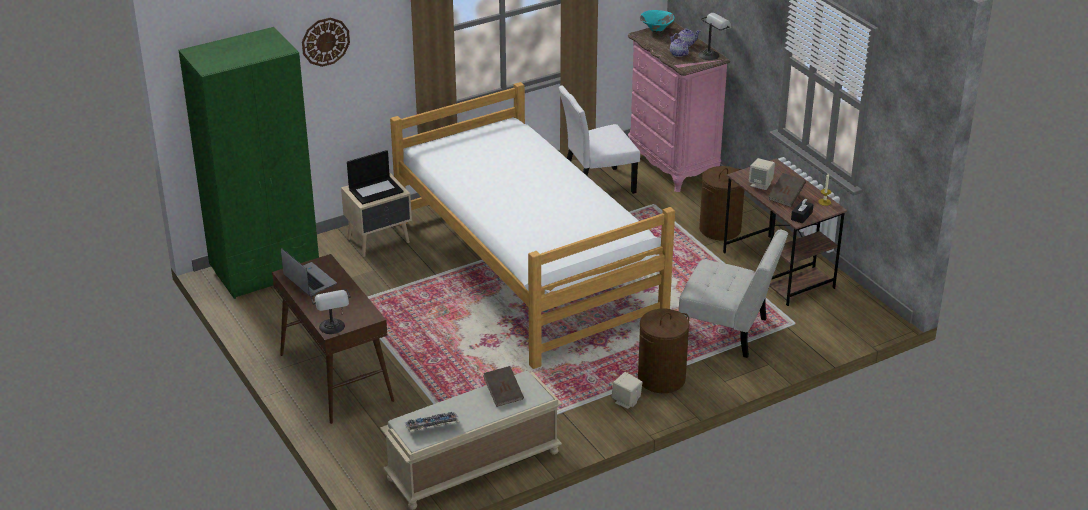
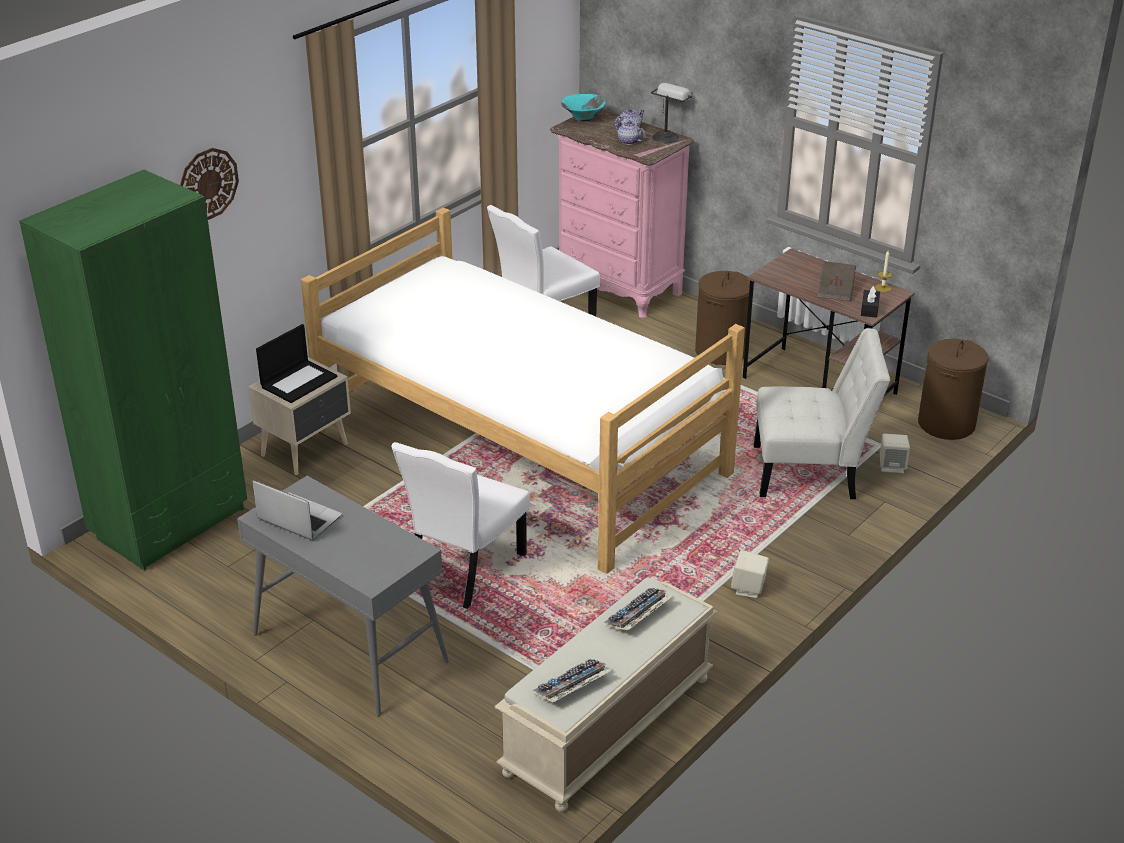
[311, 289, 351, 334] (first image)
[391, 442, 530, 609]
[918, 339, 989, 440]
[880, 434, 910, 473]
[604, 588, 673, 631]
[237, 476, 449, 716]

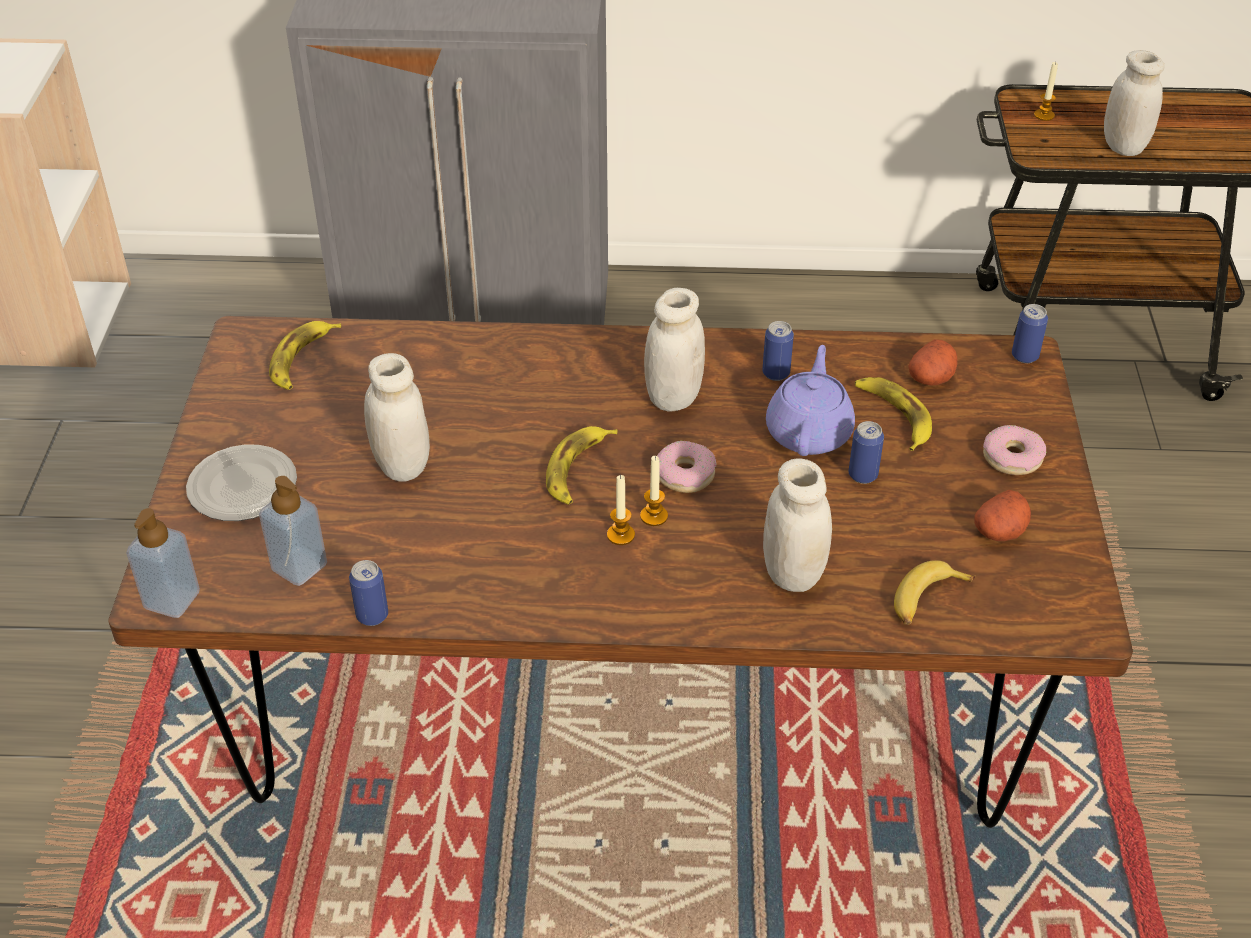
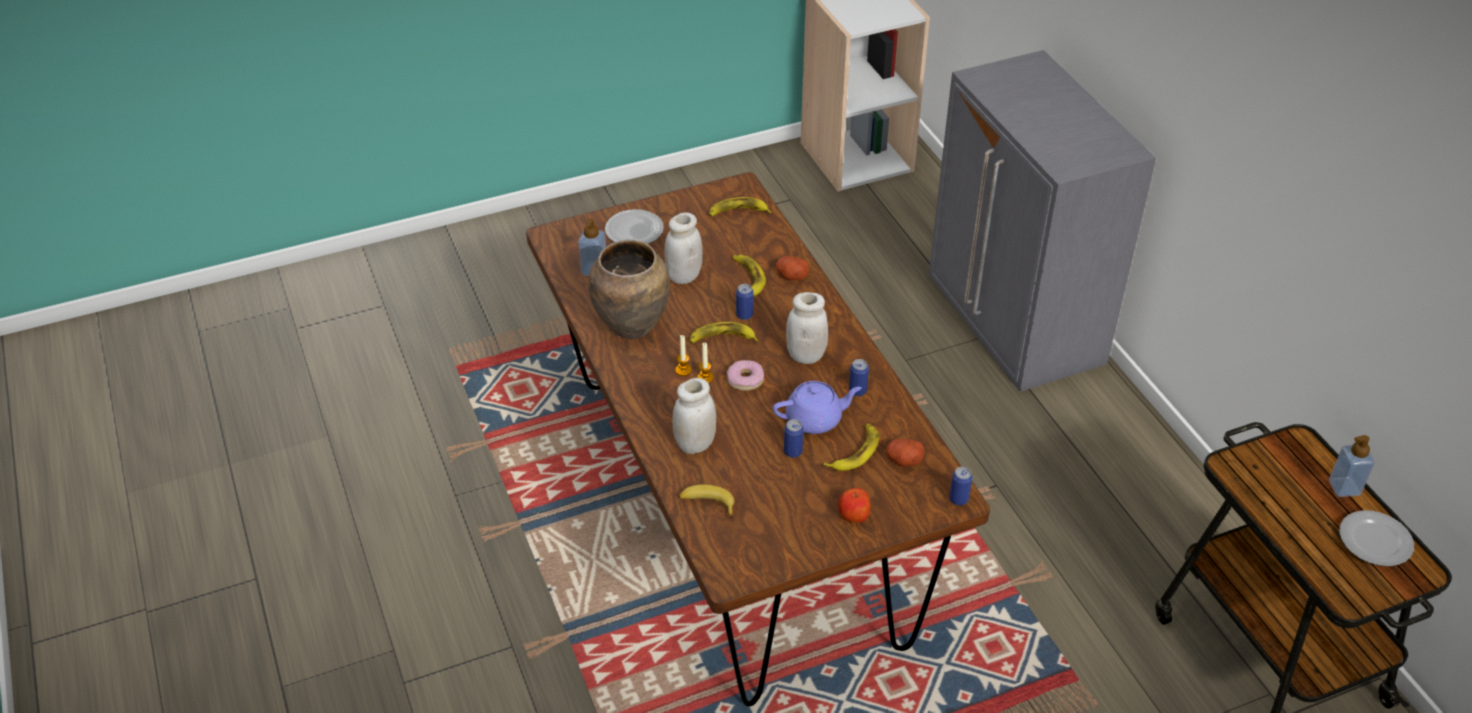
[1034, 61, 1058, 121] (first image)
[1104, 50, 1165, 156] (first image)
[588, 240, 670, 339]
[733, 255, 766, 296]
[1339, 510, 1414, 566]
[1329, 435, 1375, 497]
[736, 284, 754, 320]
[776, 256, 809, 280]
[838, 488, 870, 523]

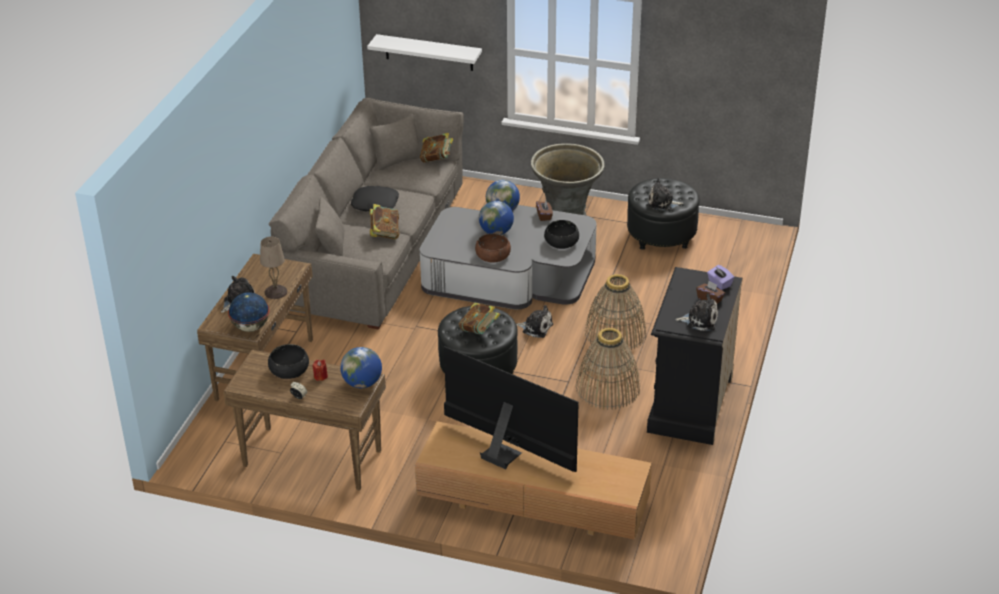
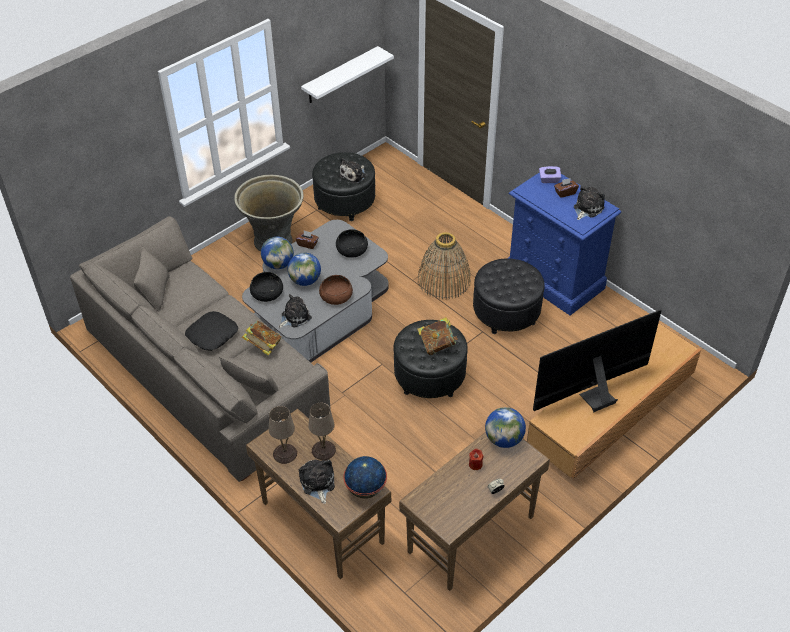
[420, 133, 453, 163] (first image)
[269, 406, 297, 464]
[250, 272, 283, 302]
[301, 46, 394, 103]
[278, 294, 312, 328]
[473, 258, 545, 334]
[508, 172, 621, 316]

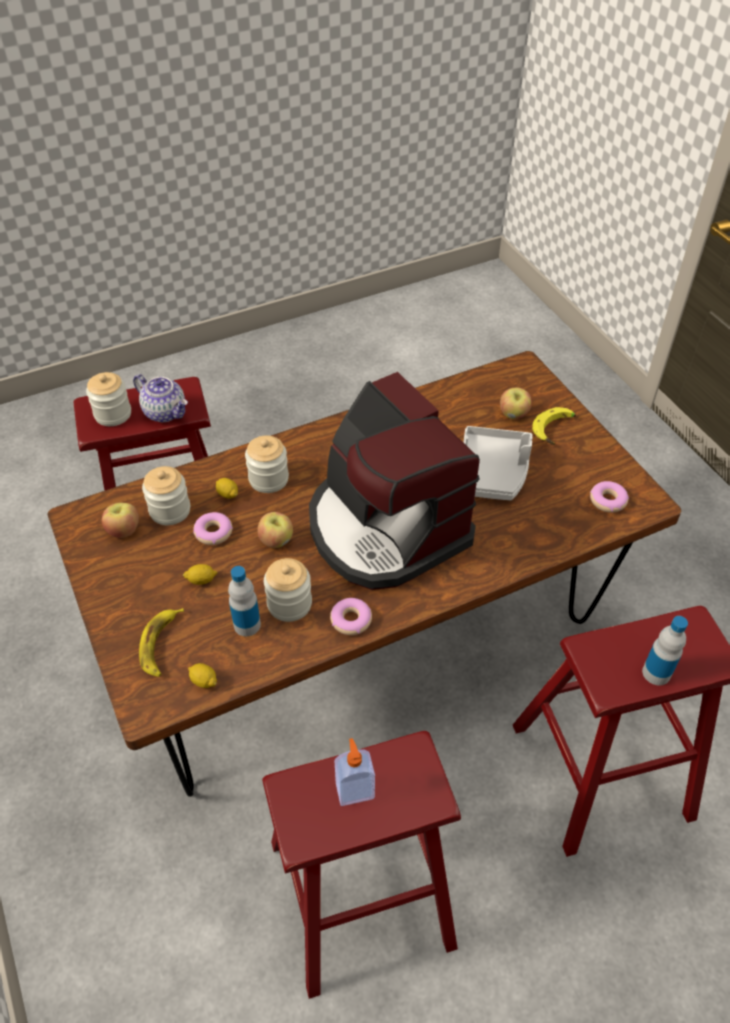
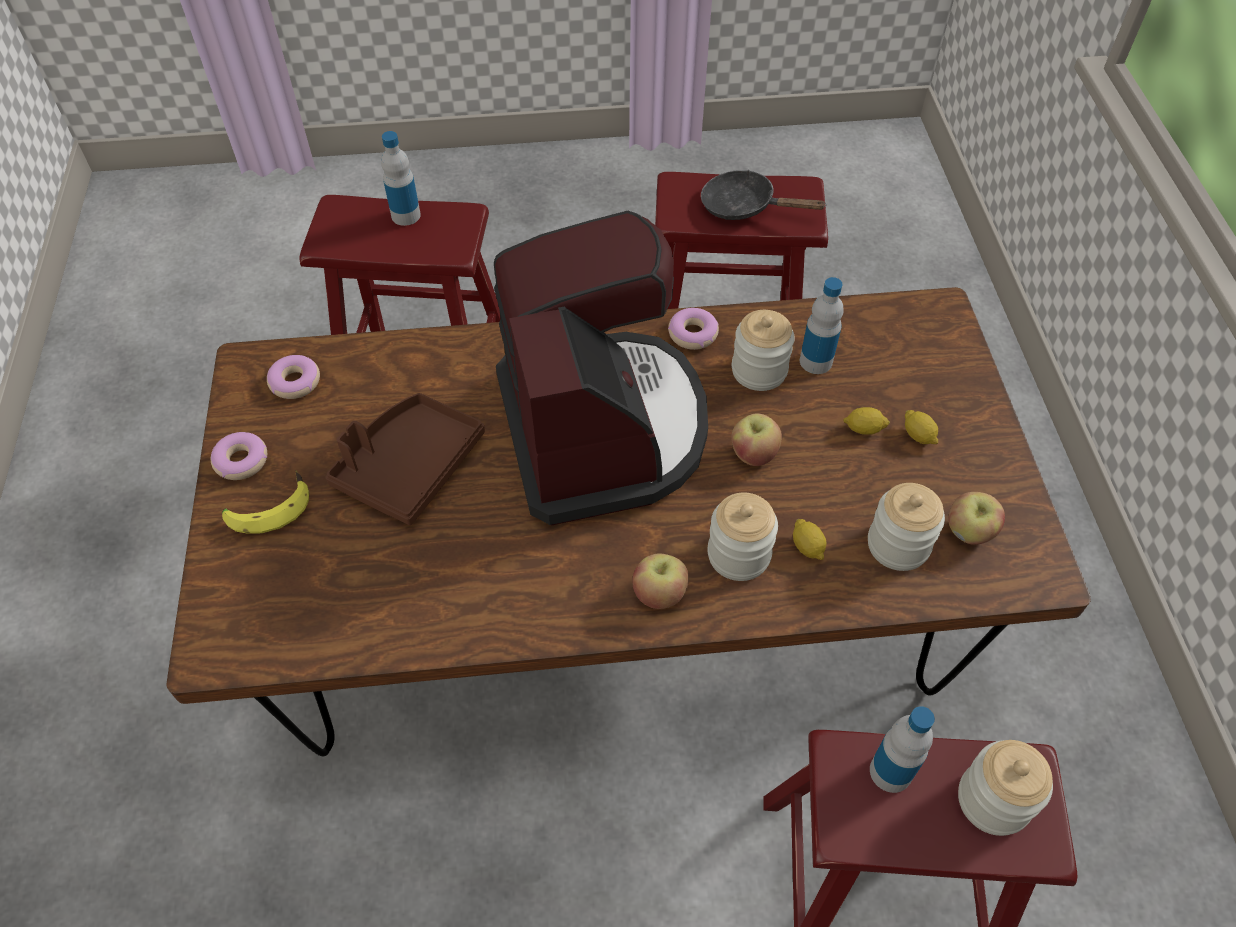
[139, 608, 184, 677] (first image)
[905, 410, 938, 444]
[211, 432, 267, 480]
[632, 553, 689, 609]
[870, 706, 935, 793]
[701, 170, 827, 220]
[325, 393, 485, 525]

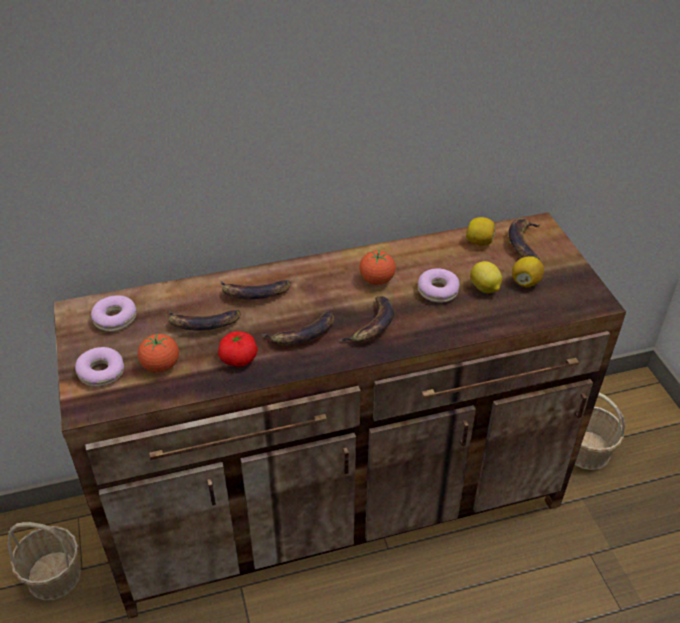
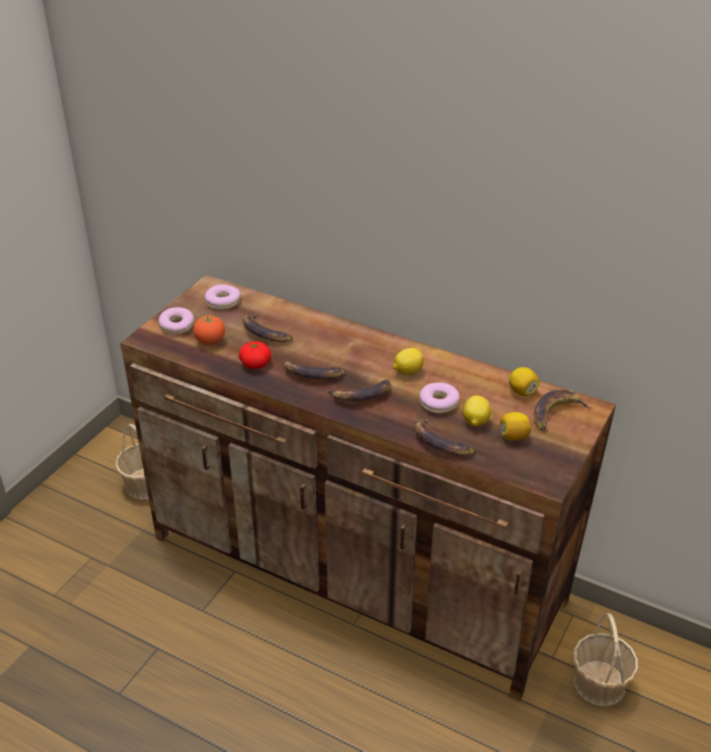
[415, 419, 476, 456]
[393, 348, 424, 375]

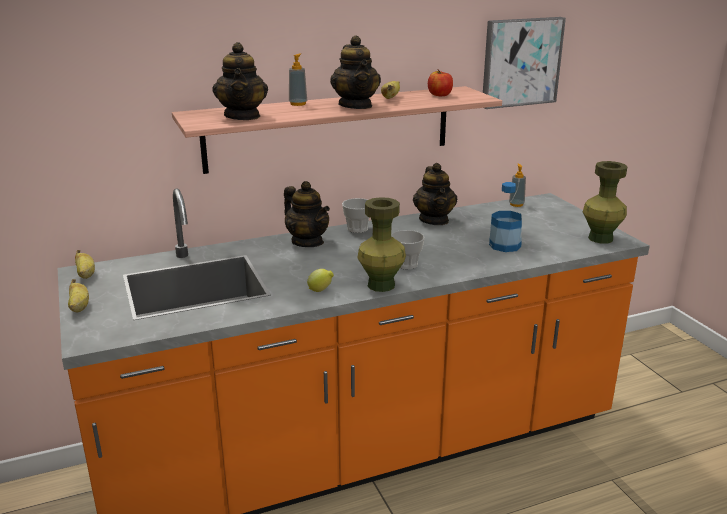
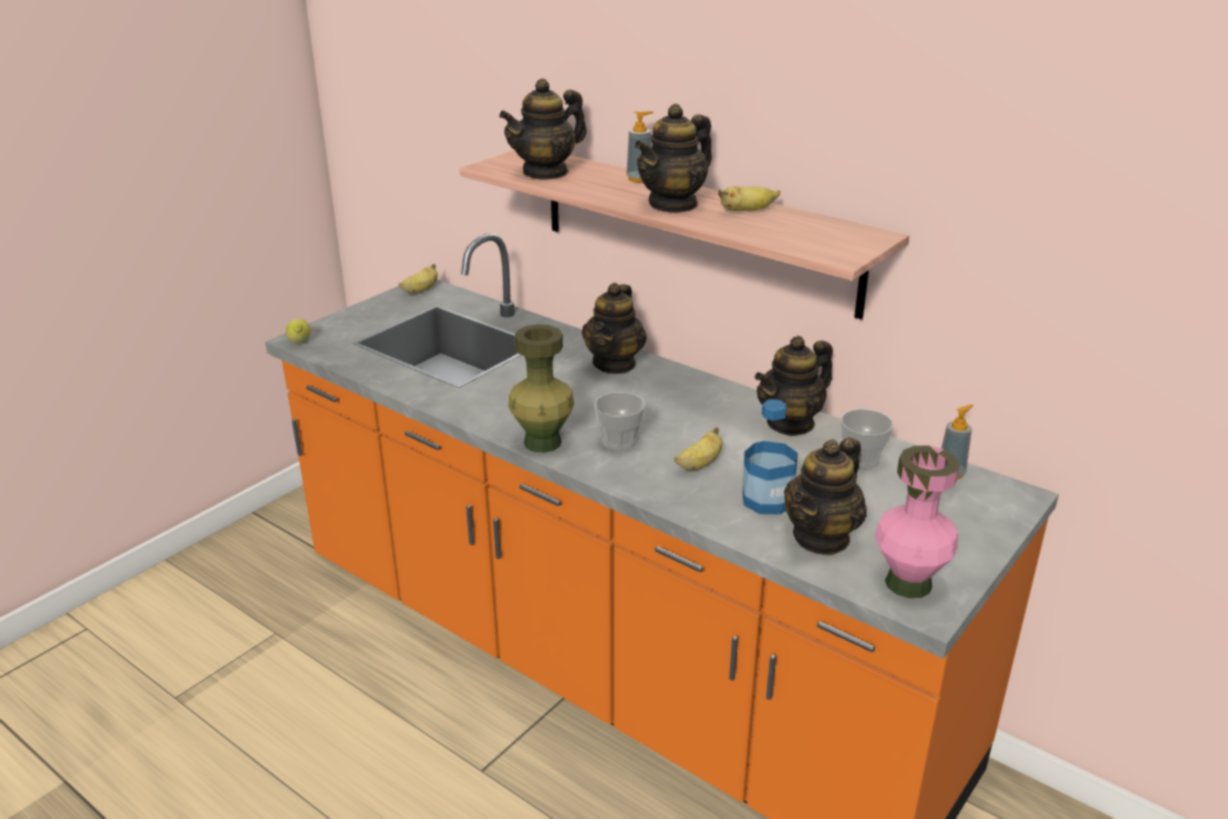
[428, 69, 453, 96] (first image)
[483, 17, 566, 109] (first image)
[784, 437, 867, 556]
[674, 427, 722, 470]
[286, 319, 311, 343]
[841, 409, 893, 470]
[875, 445, 960, 598]

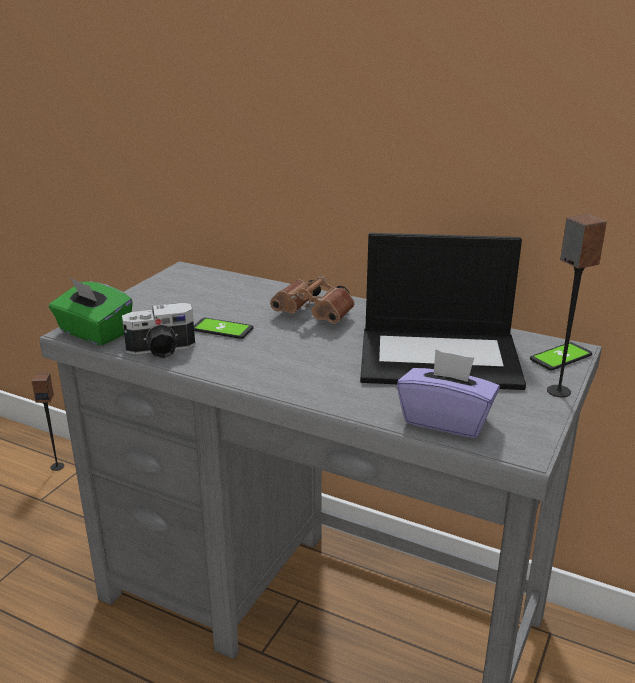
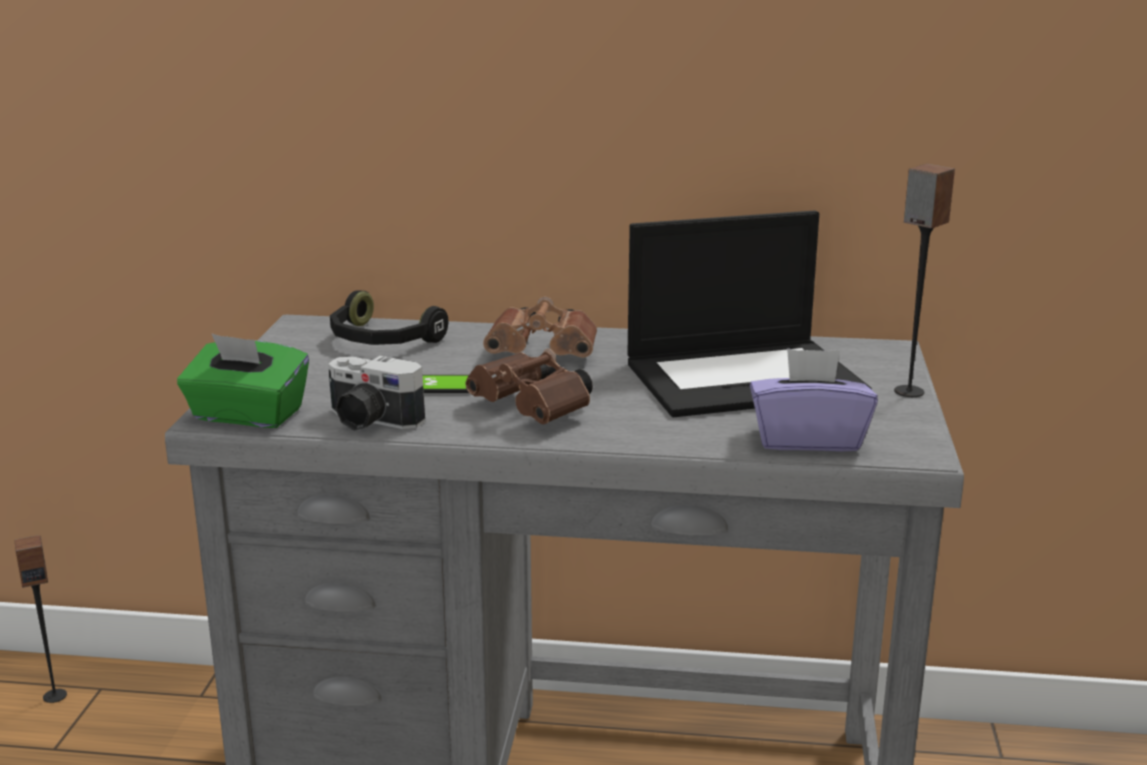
[530, 342, 592, 371] (first image)
[330, 290, 448, 345]
[465, 349, 593, 424]
[328, 356, 425, 431]

